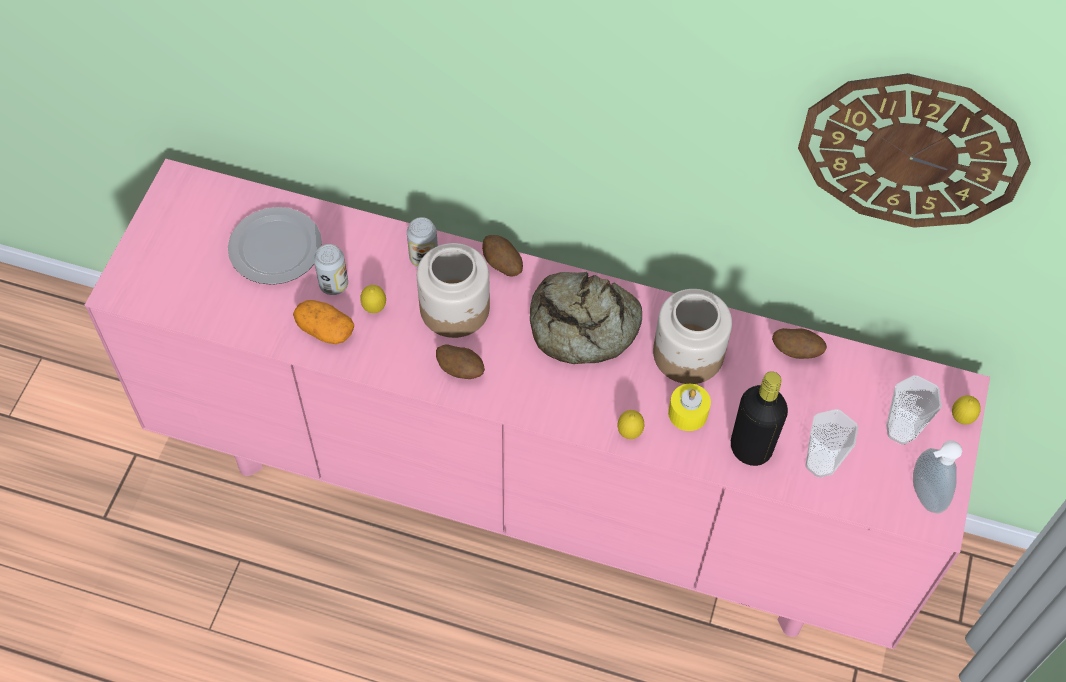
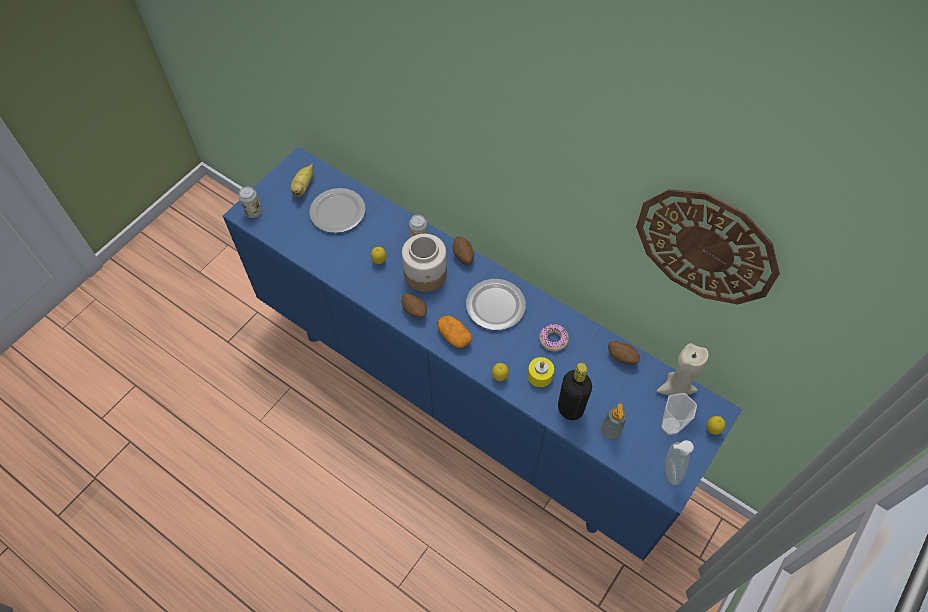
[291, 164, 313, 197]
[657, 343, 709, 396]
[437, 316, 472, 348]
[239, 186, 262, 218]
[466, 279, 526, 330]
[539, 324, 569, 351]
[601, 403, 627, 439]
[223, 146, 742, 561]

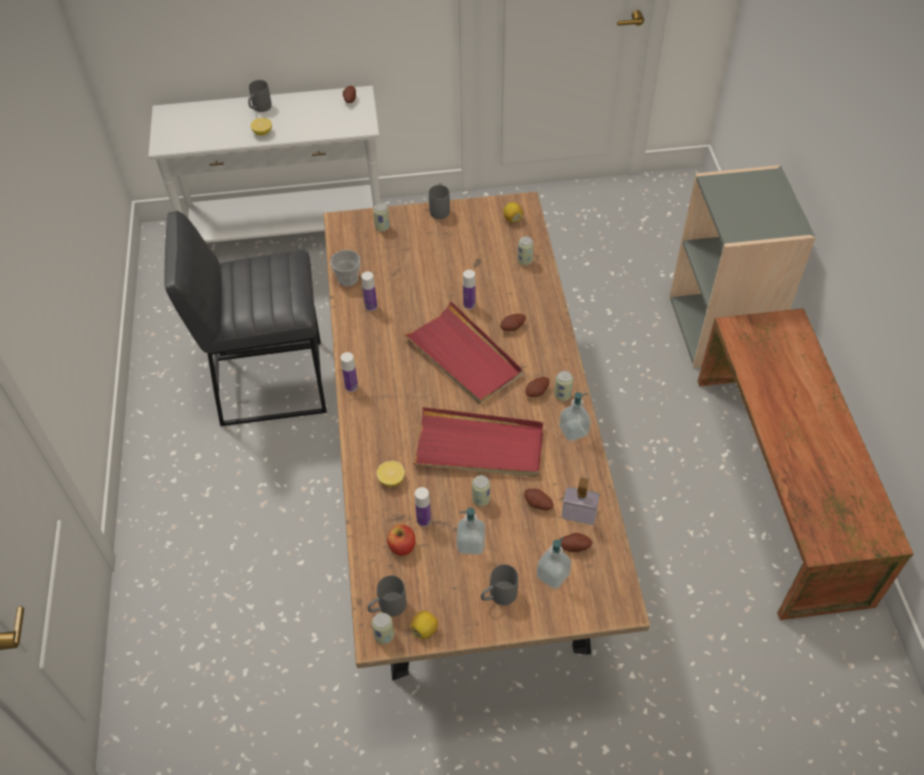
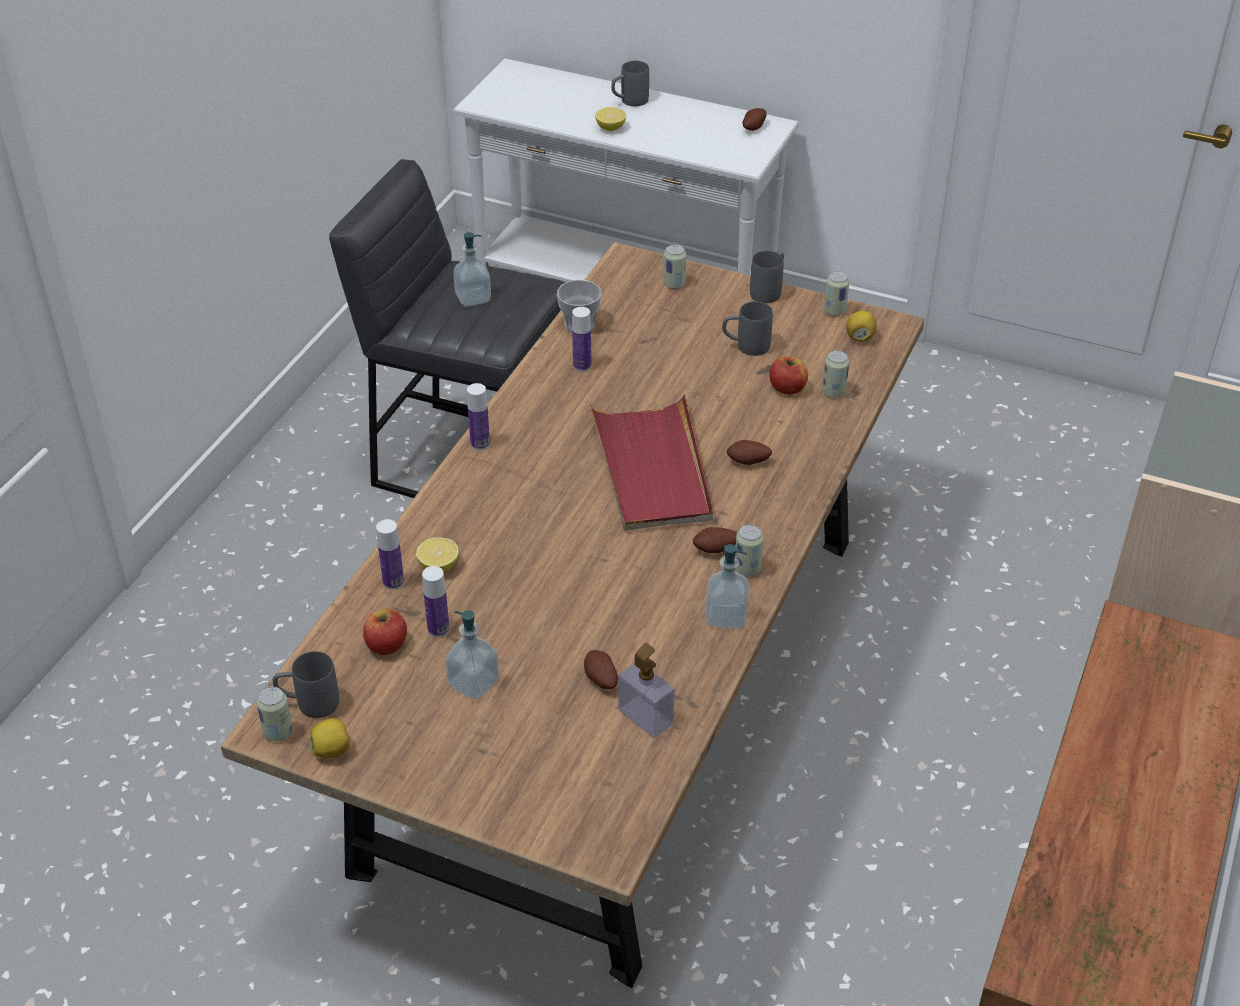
[413, 407, 544, 477] (first image)
[559, 533, 592, 552] (first image)
[769, 357, 808, 394]
[376, 519, 404, 590]
[824, 271, 849, 316]
[722, 301, 773, 356]
[453, 232, 491, 306]

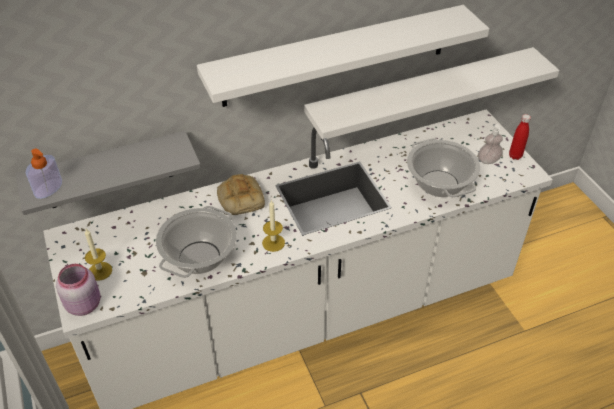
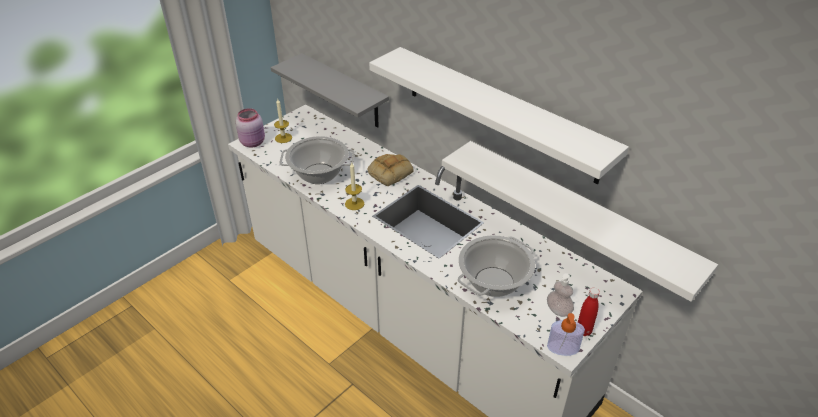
[547, 313, 585, 356]

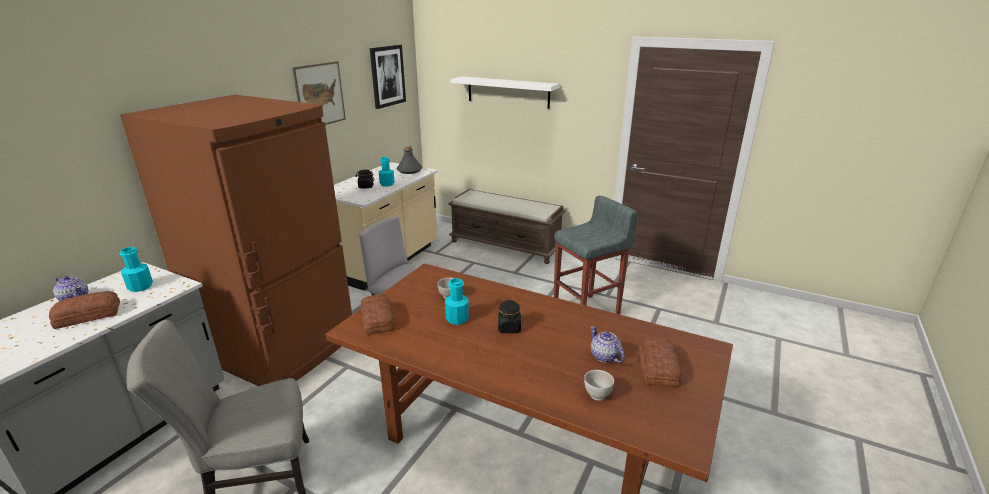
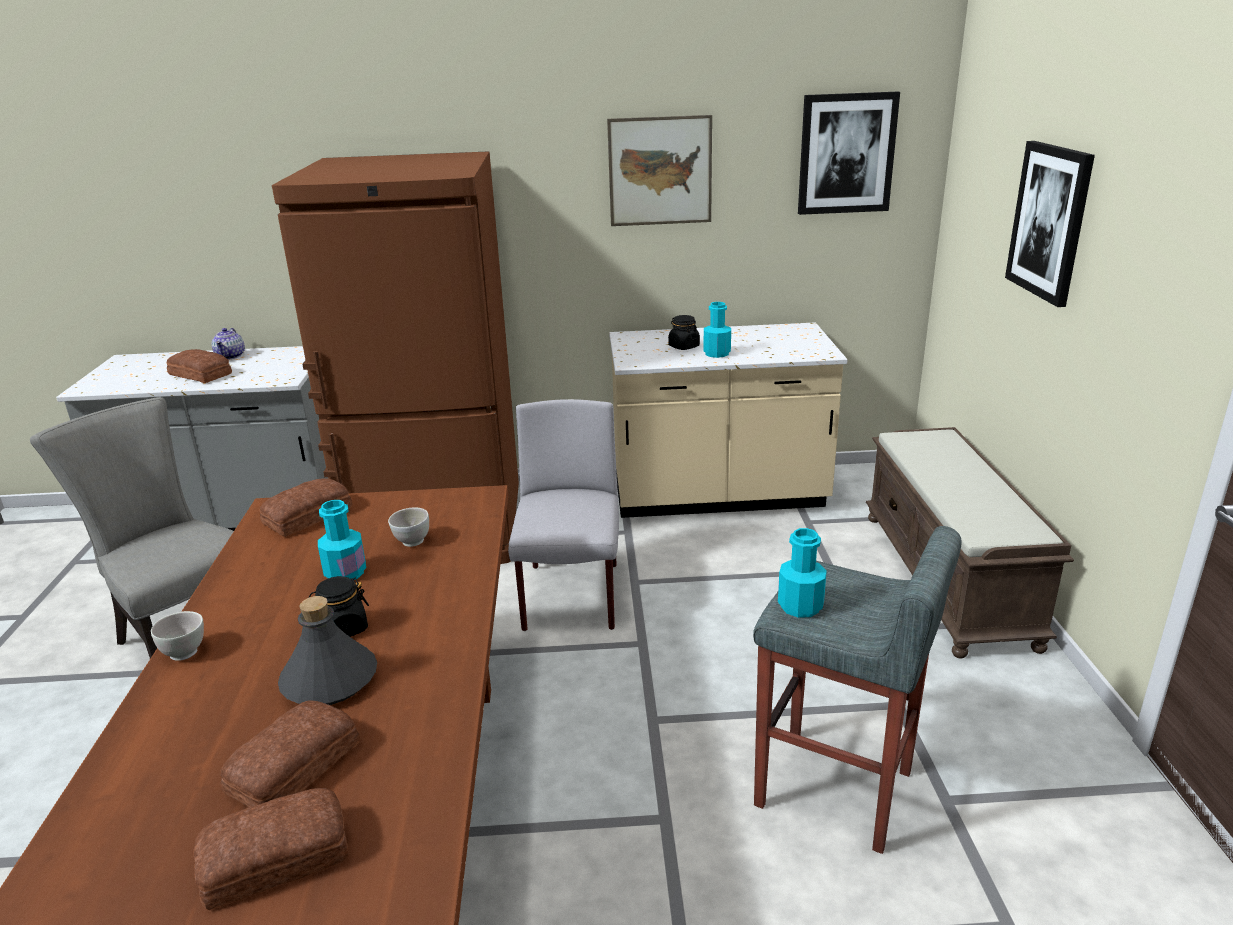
[778, 528, 827, 618]
[278, 596, 377, 705]
[151, 611, 204, 661]
[1005, 141, 1095, 307]
[220, 701, 360, 807]

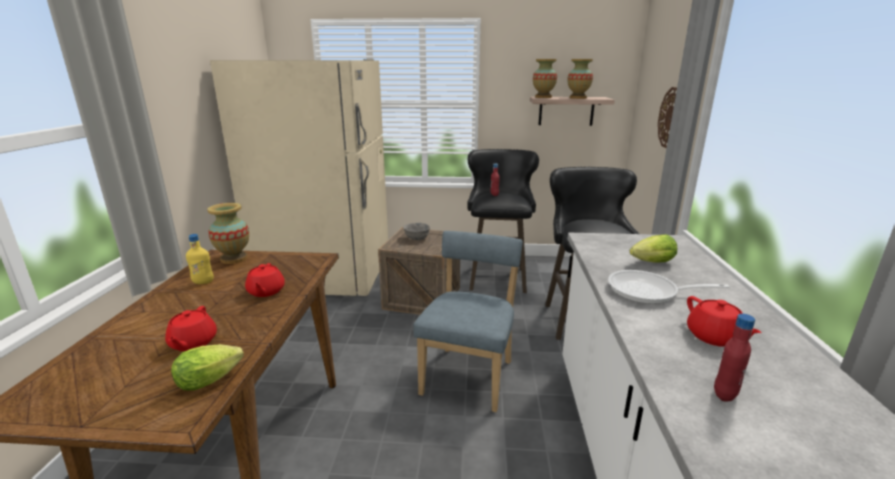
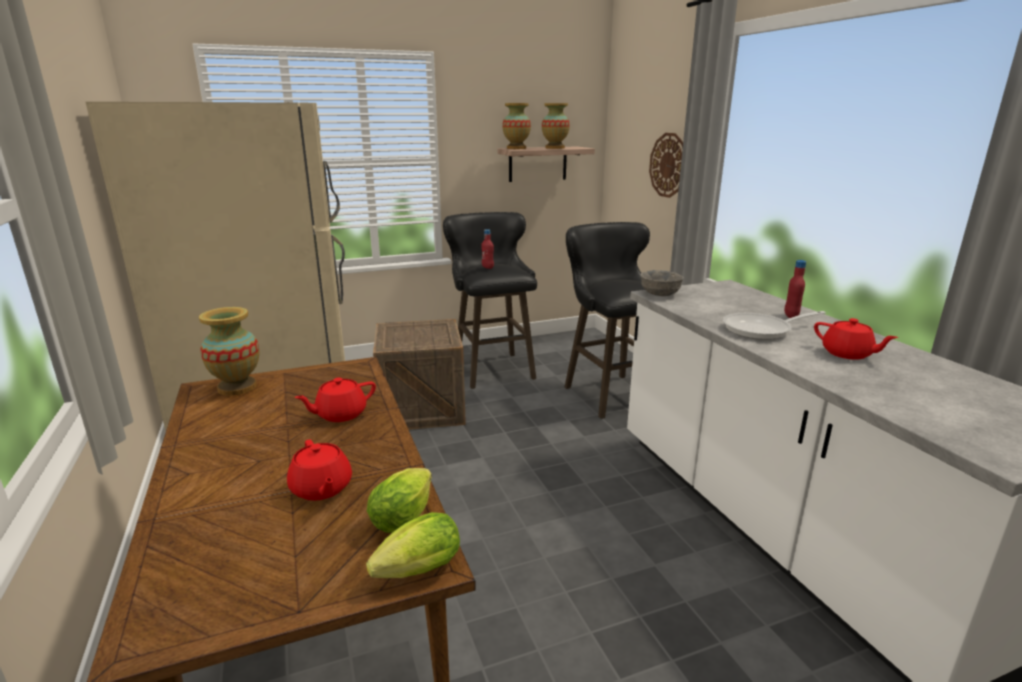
[186, 234, 214, 284] (first image)
[414, 231, 523, 412] (first image)
[640, 270, 684, 296]
[366, 512, 460, 578]
[784, 260, 806, 318]
[294, 378, 376, 422]

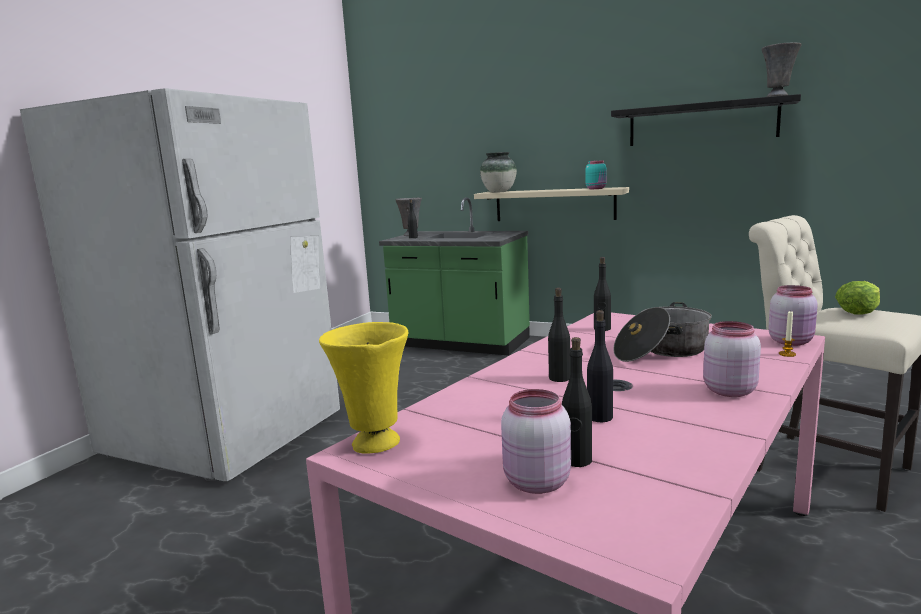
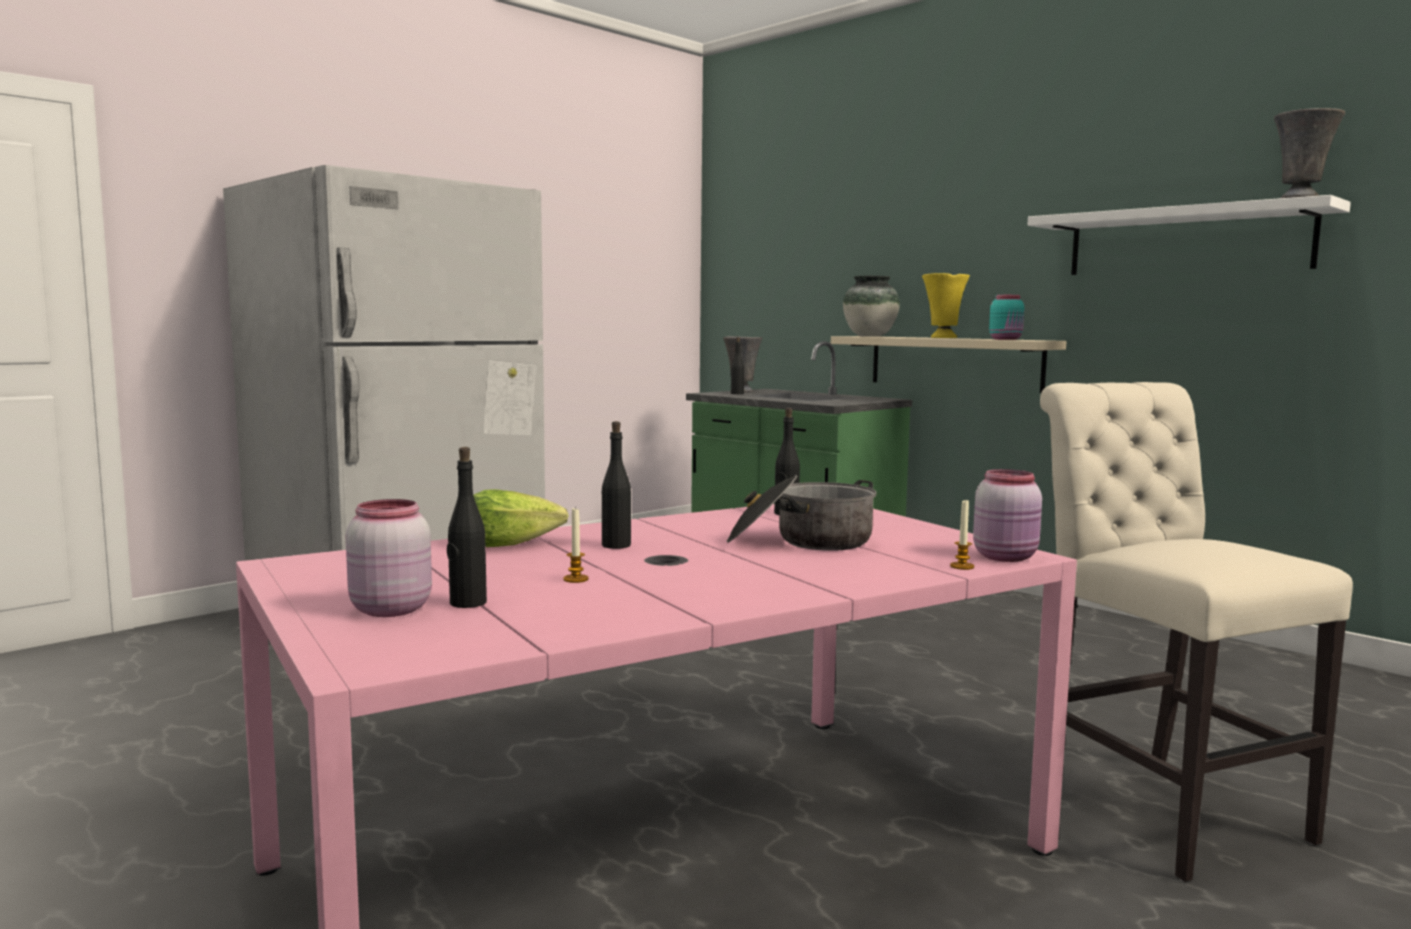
[703, 321, 761, 397] (first image)
[922, 273, 970, 338]
[473, 489, 569, 547]
[563, 506, 588, 583]
[1028, 195, 1351, 275]

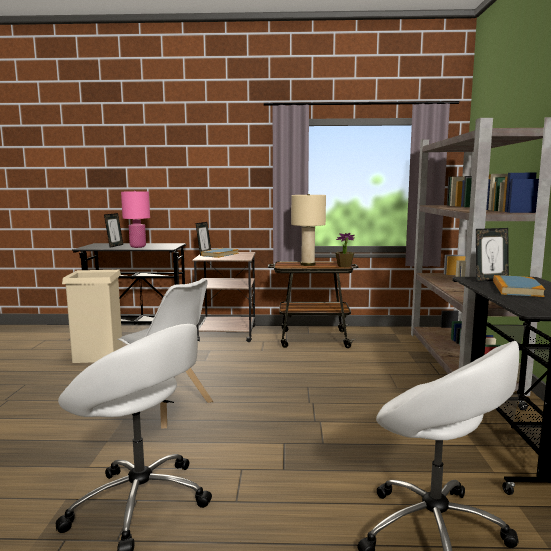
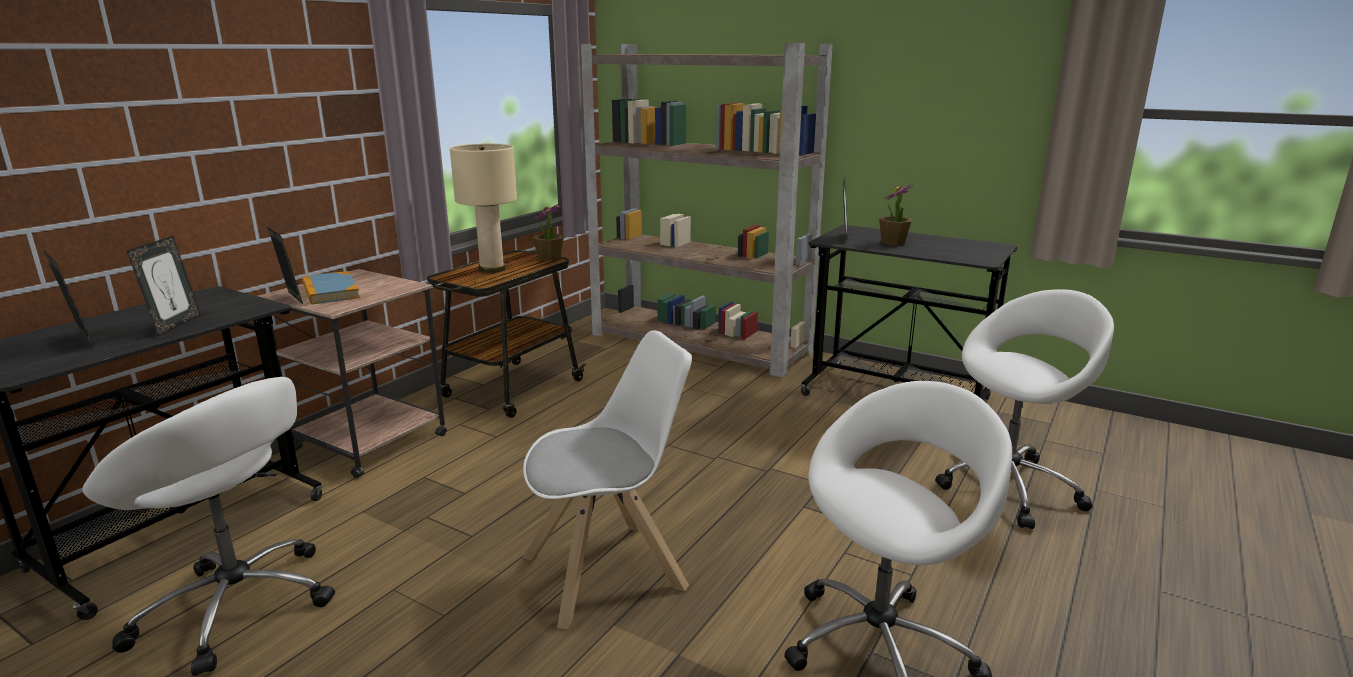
[82, 377, 335, 676]
[127, 236, 201, 336]
[879, 184, 913, 245]

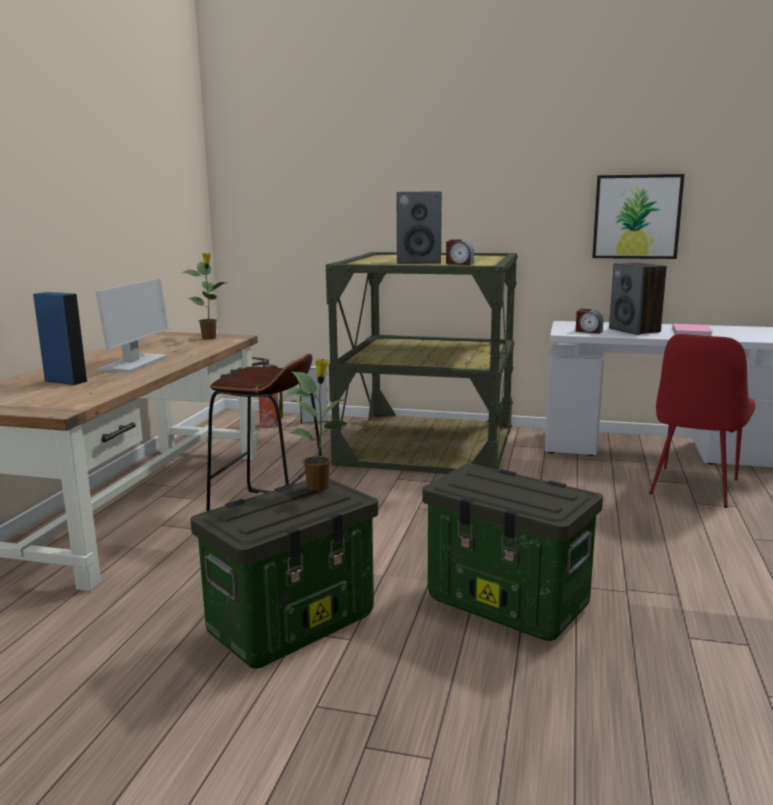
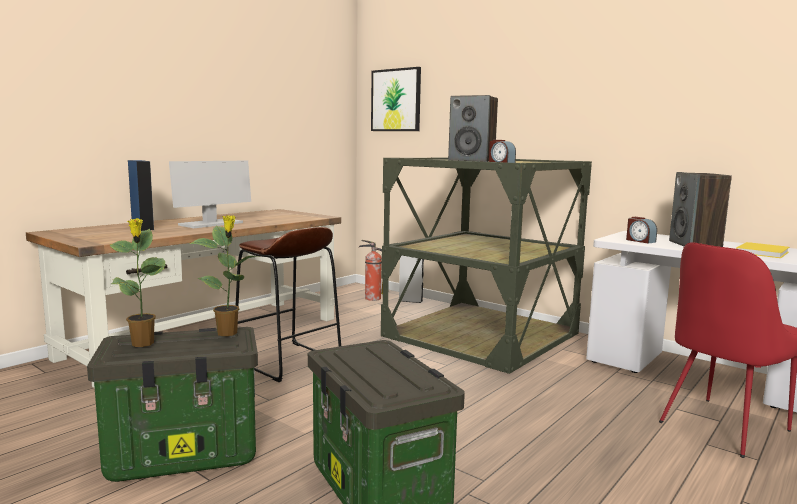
[109, 218, 166, 347]
[371, 67, 421, 131]
[736, 242, 789, 258]

